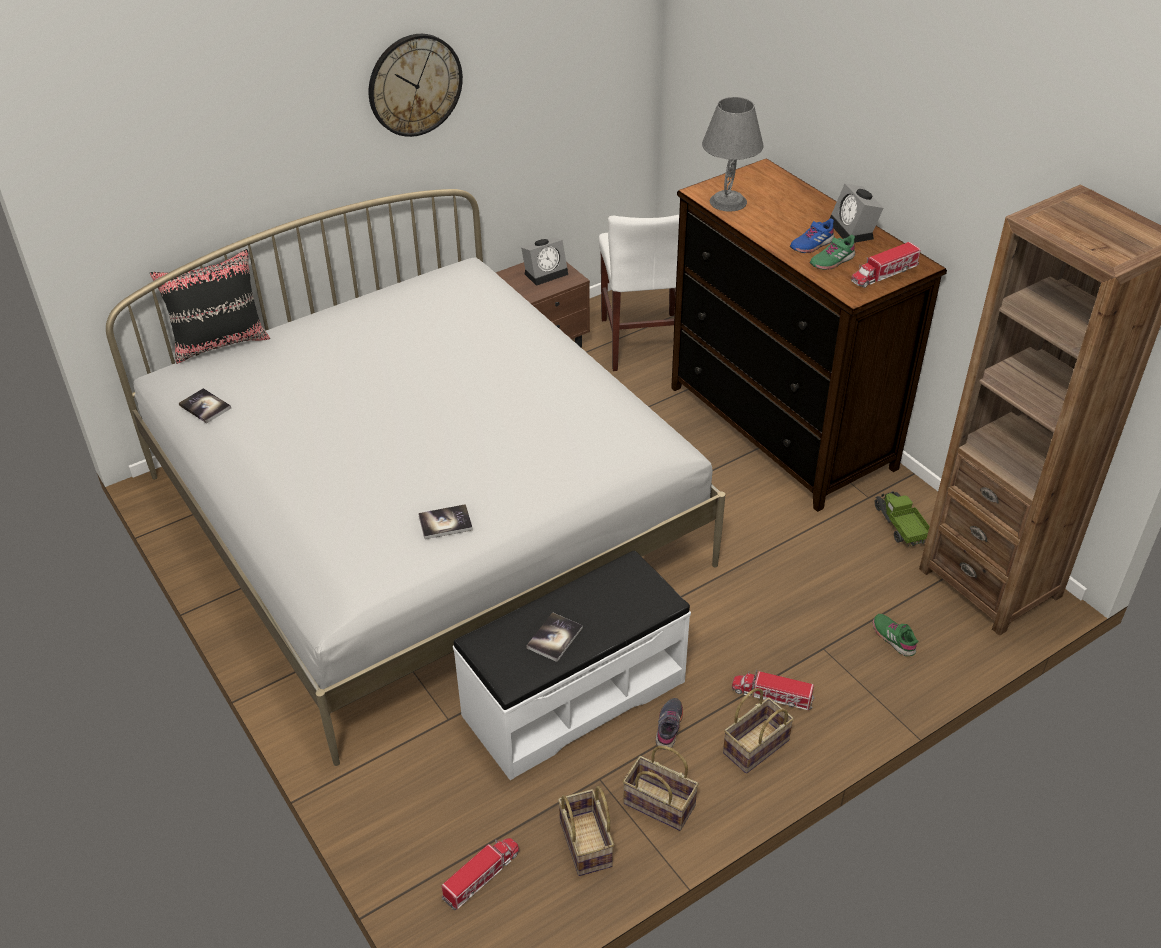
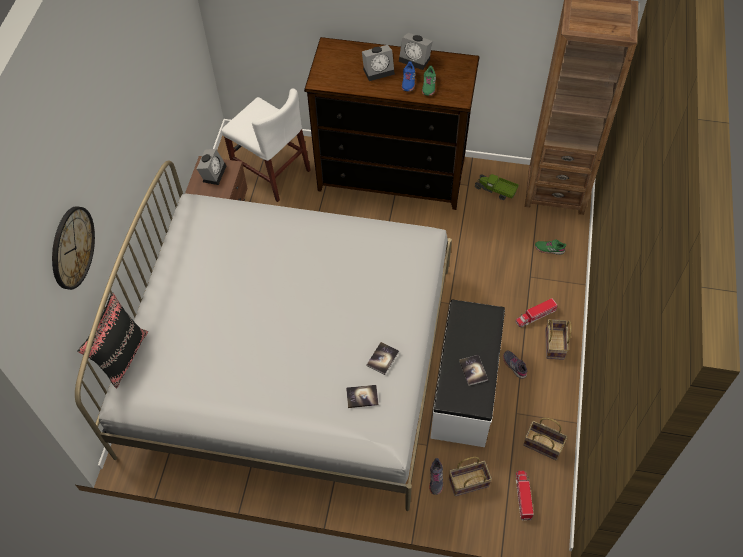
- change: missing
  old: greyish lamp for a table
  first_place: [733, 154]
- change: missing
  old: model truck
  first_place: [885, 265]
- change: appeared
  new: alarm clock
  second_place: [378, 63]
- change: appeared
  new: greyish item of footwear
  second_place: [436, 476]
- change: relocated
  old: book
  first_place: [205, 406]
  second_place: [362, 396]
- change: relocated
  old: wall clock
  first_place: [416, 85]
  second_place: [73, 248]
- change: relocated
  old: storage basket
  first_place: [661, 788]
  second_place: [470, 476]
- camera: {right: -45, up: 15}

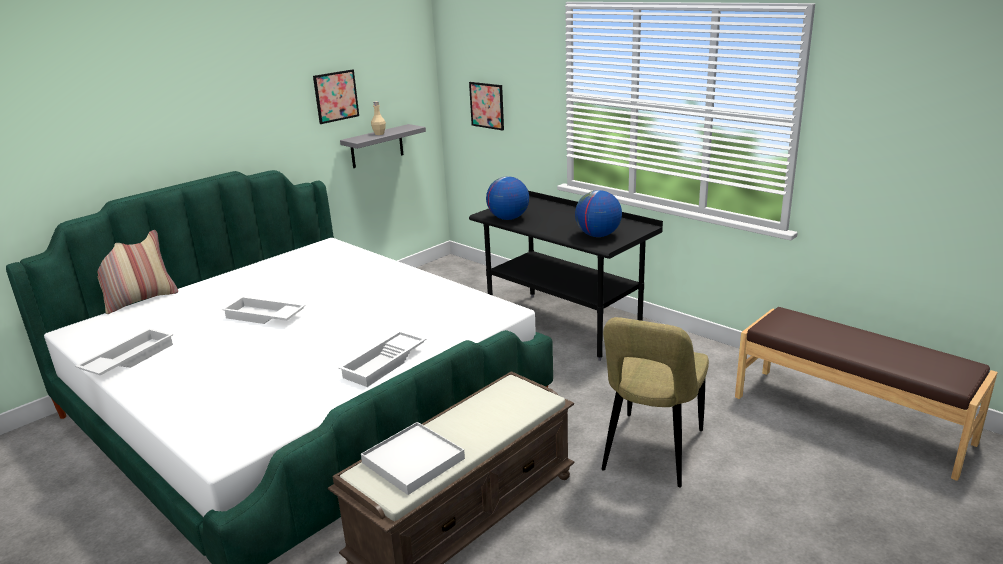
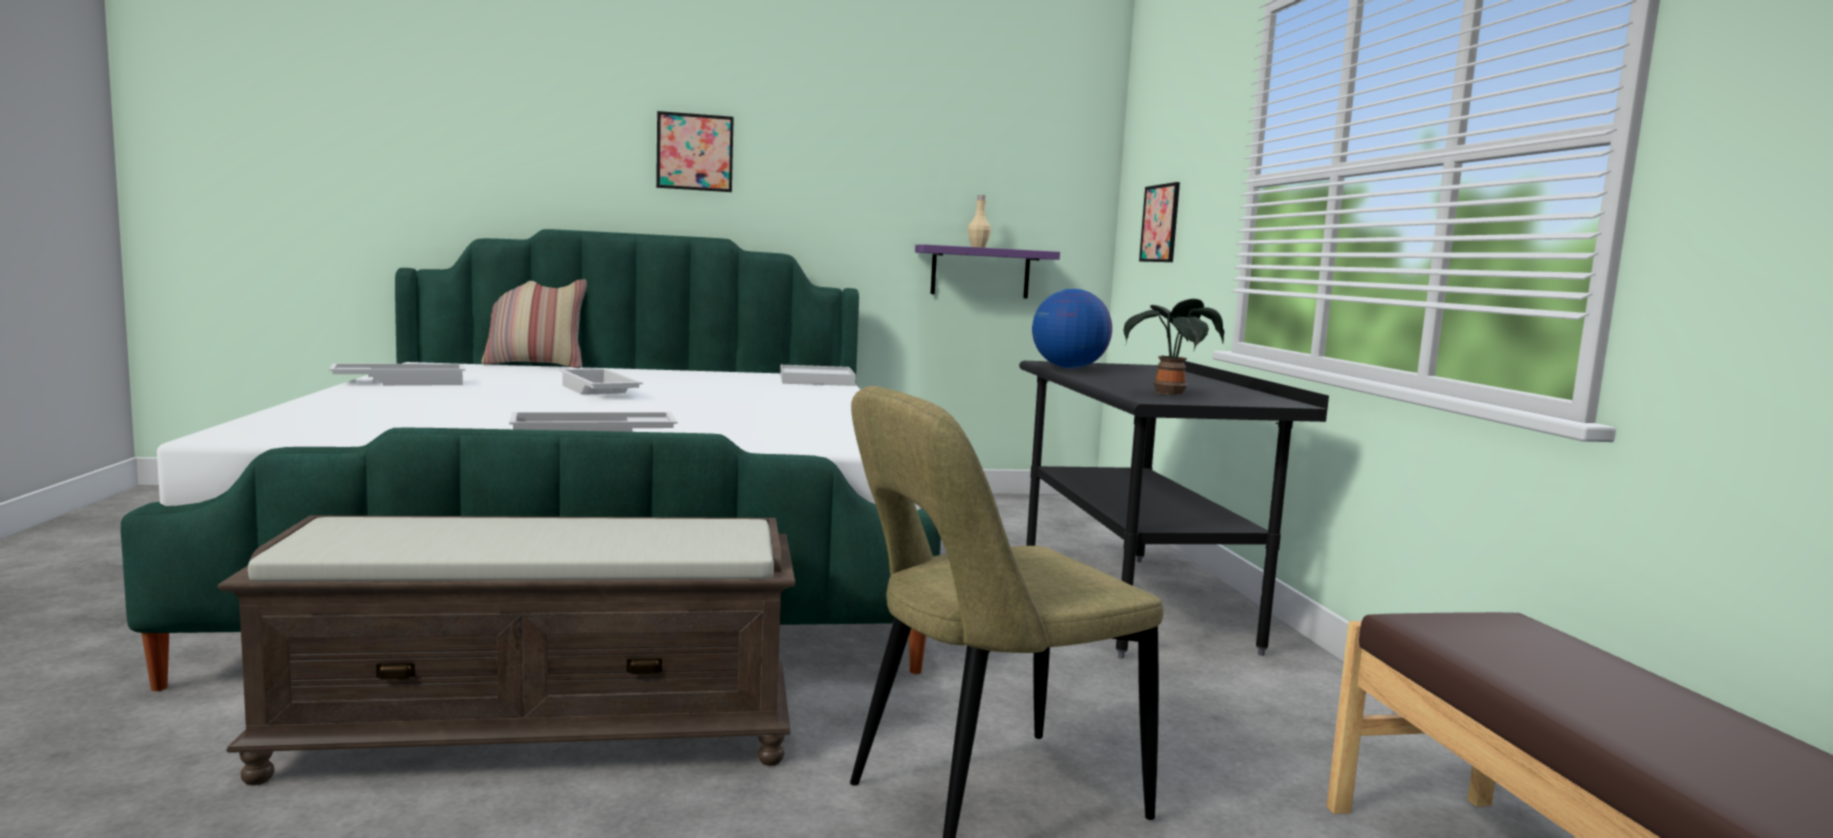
- change: relocated
  old: wall art
  first_place: [336, 96]
  second_place: [695, 151]
- change: relocated
  old: white serving tray
  first_place: [413, 458]
  second_place: [818, 375]
- change: exchanged
  old: world globe
  new: houseplant
  first_place: [598, 213]
  second_place: [1174, 347]
- change: colour
  old: greyish wall shelf
  new: purple wall shelf
  first_place: [383, 146]
  second_place: [987, 271]
- camera: {right: 35, up: -15}

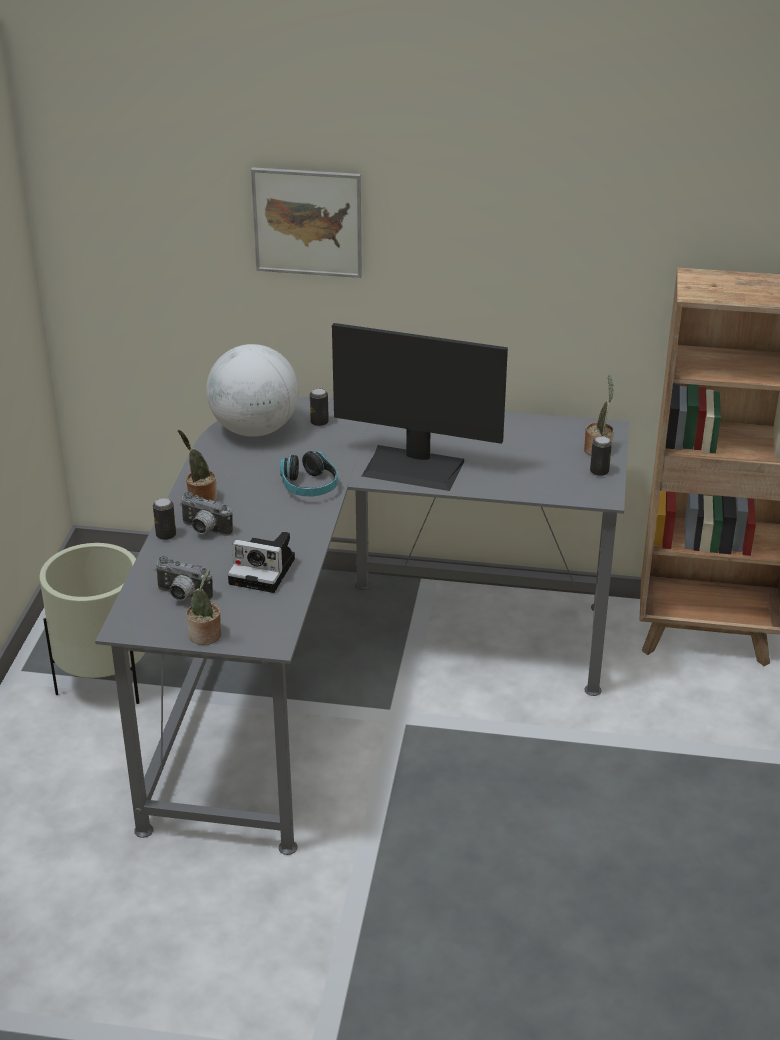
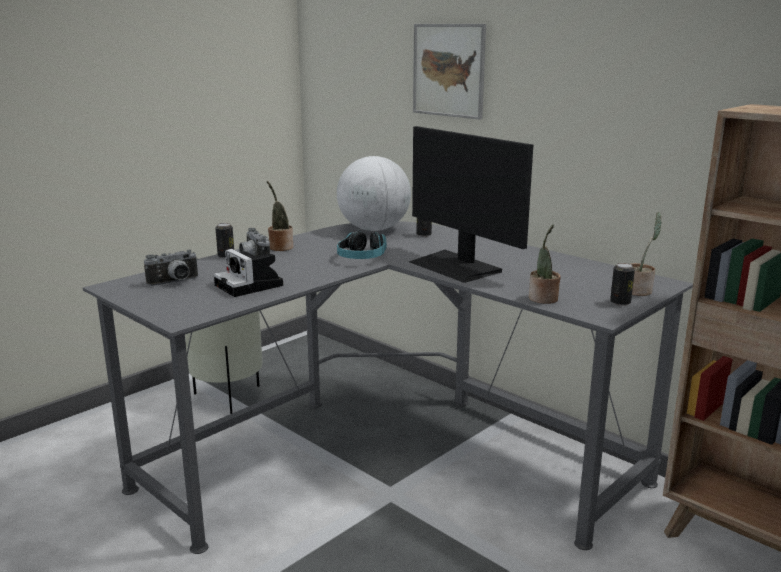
- change: relocated
  old: houseplant
  first_place: [203, 607]
  second_place: [545, 264]
- change: spun
  old: photo camera
  first_place: [184, 578]
  second_place: [171, 267]
  degrees: -90
- camera: {right: 35, up: -15}

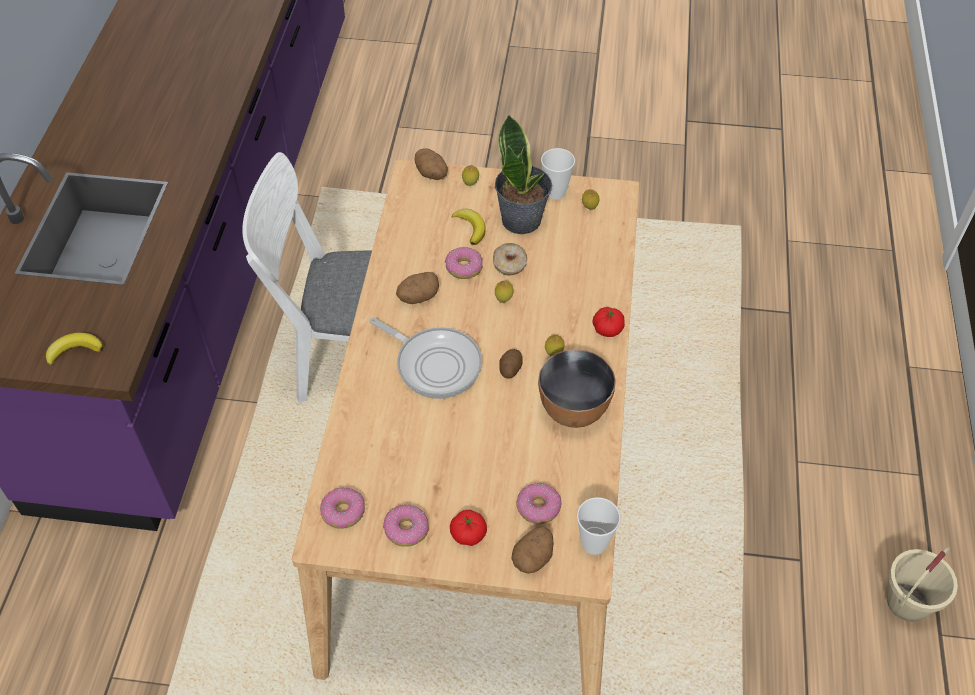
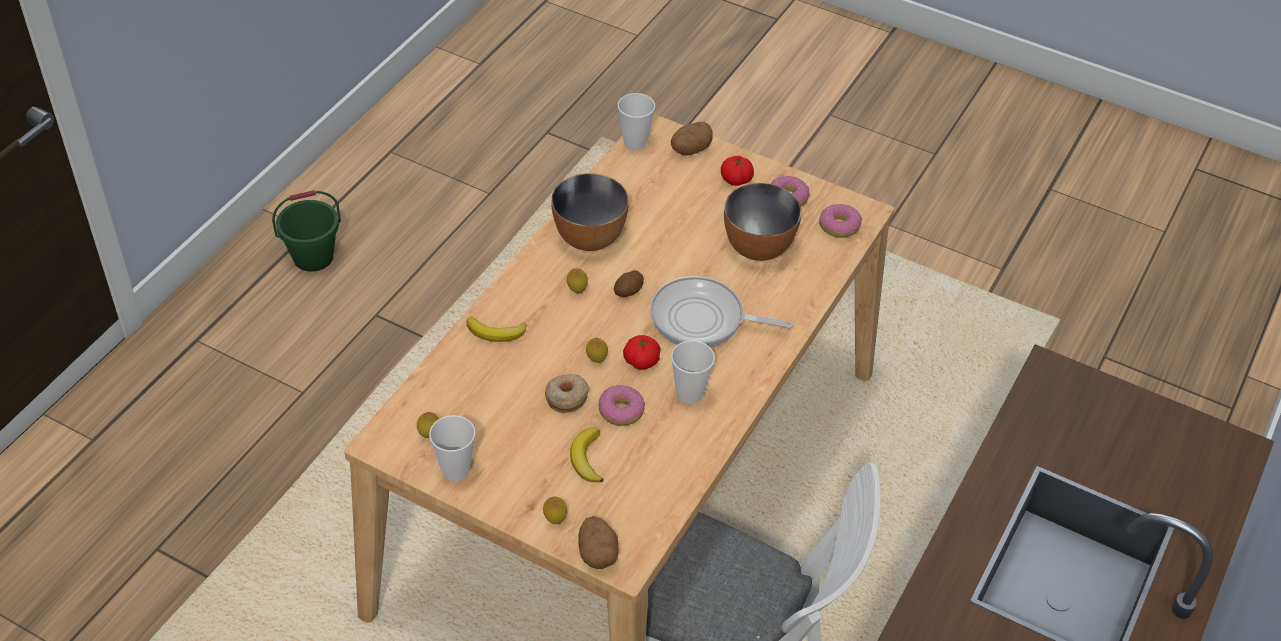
- change: missing
  old: houseplant
  first_place: [523, 174]
- change: missing
  old: ring doughnut
  first_place: [538, 503]
- change: appeared
  new: serving bowl
  second_place: [763, 222]
- change: relocated
  old: whole banana
  first_place: [75, 350]
  second_place: [497, 329]
- change: relocated
  old: tomato
  first_place: [608, 322]
  second_place: [642, 352]
- change: exchanged
  old: potato
  new: cup
  first_place: [417, 288]
  second_place: [693, 372]
- change: colour
  old: sand-coloured bucket
  new: green bucket
  first_place: [922, 584]
  second_place: [306, 231]
- change: spun
  old: skillet
  first_place: [425, 358]
  second_place: [721, 312]
  degrees: -45
- camera: {right: -160, up: -5}

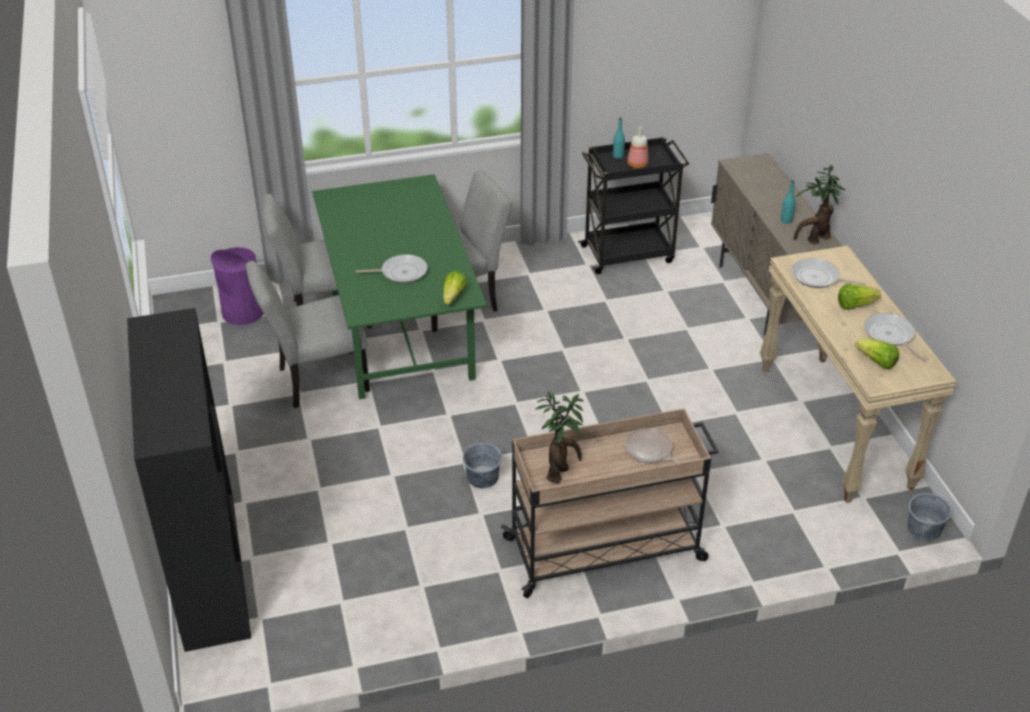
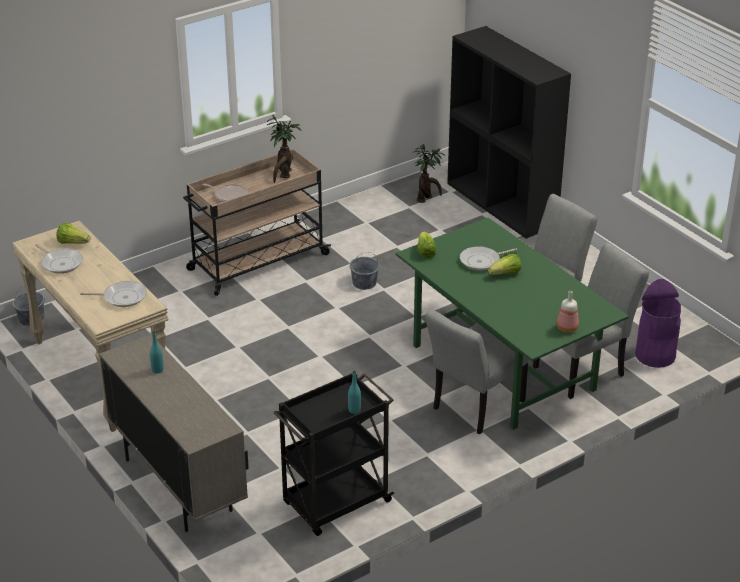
- change: relocated
  old: beverage bottle
  first_place: [637, 147]
  second_place: [568, 312]
- change: relocated
  old: houseplant
  first_place: [819, 204]
  second_place: [429, 173]
- change: relocated
  old: lettuce
  first_place: [859, 297]
  second_place: [505, 264]
- camera: {right: 160, up: -5}

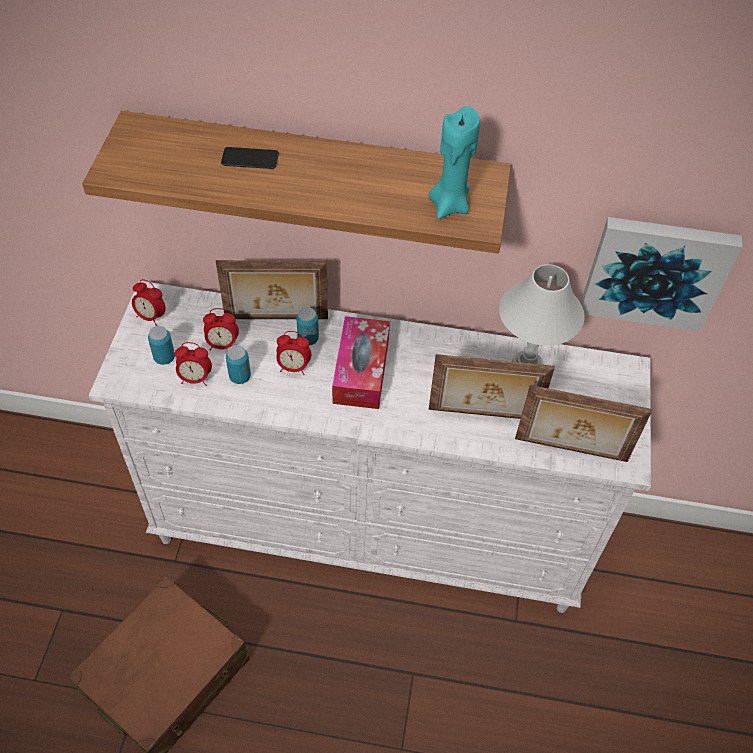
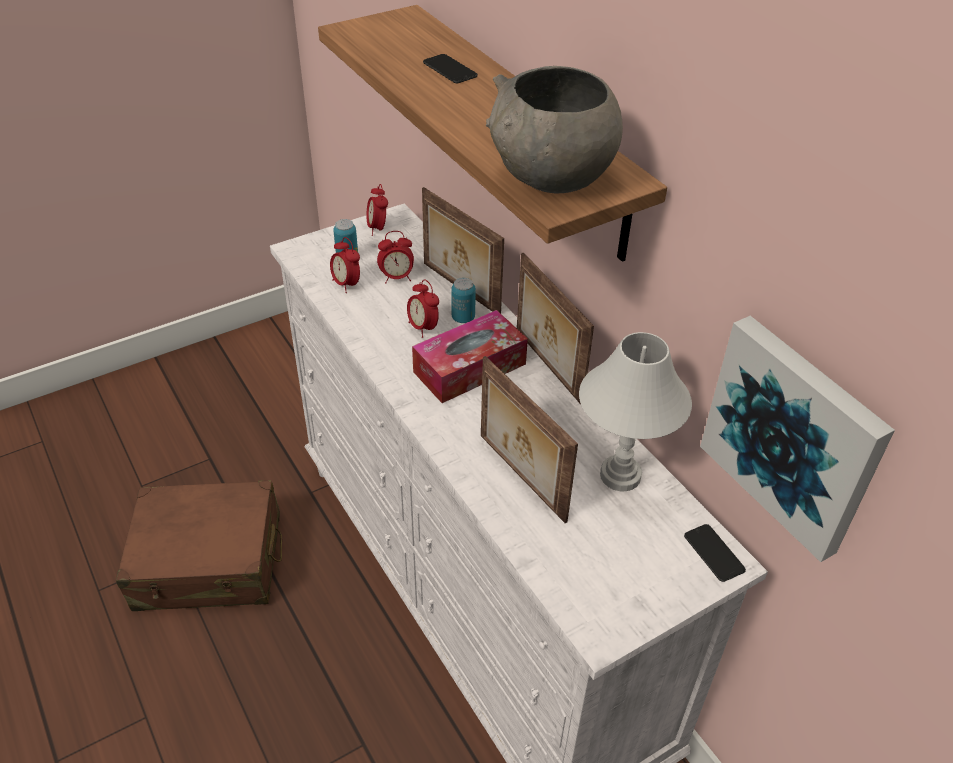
- change: missing
  old: sealed can
  first_place: [238, 364]
- change: appeared
  new: handset
  second_place: [715, 553]
- change: relocated
  old: standing frame
  first_place: [583, 423]
  second_place: [555, 328]
- change: exchanged
  old: blue-green wax candle
  new: greyish serving bowl
  first_place: [454, 162]
  second_place: [554, 130]
- change: spun
  old: alarm clock
  first_place: [221, 329]
  second_place: [395, 257]
  degrees: -60
- camera: {right: 50, up: -10}

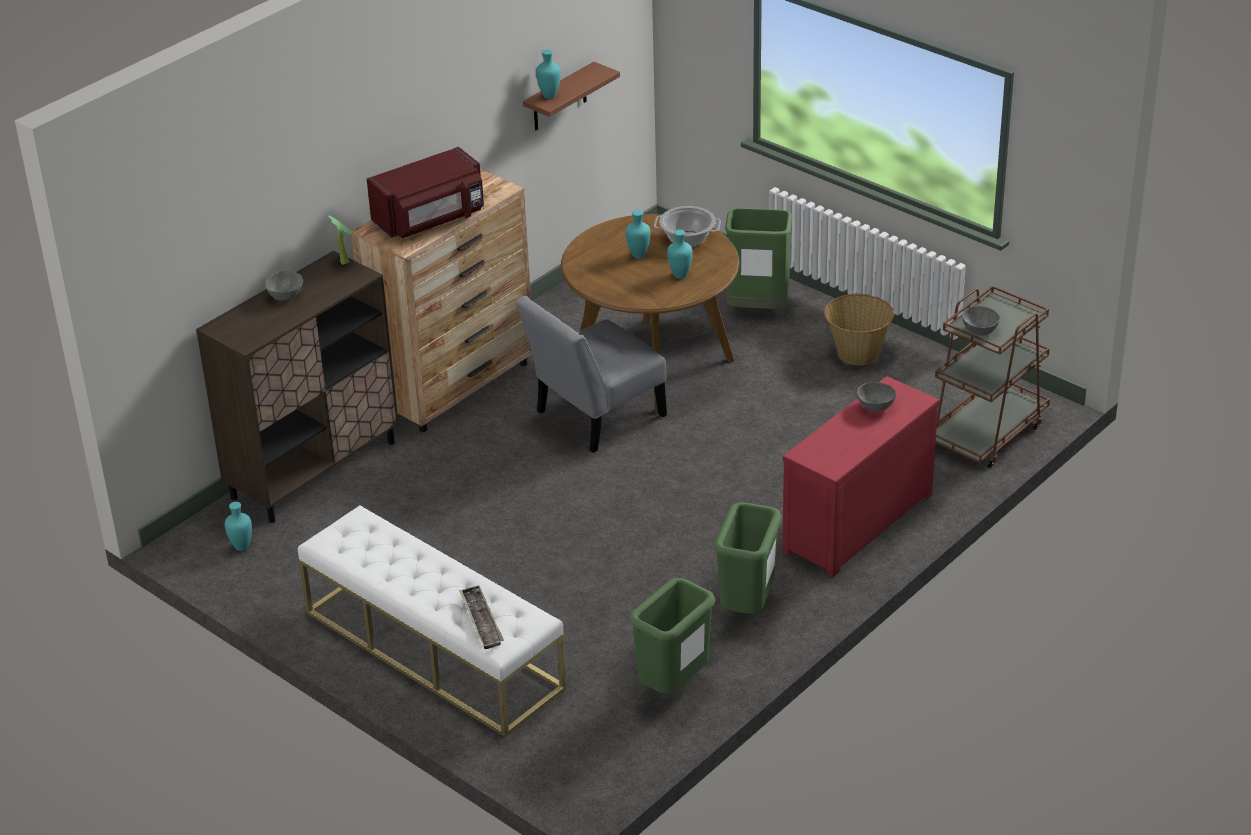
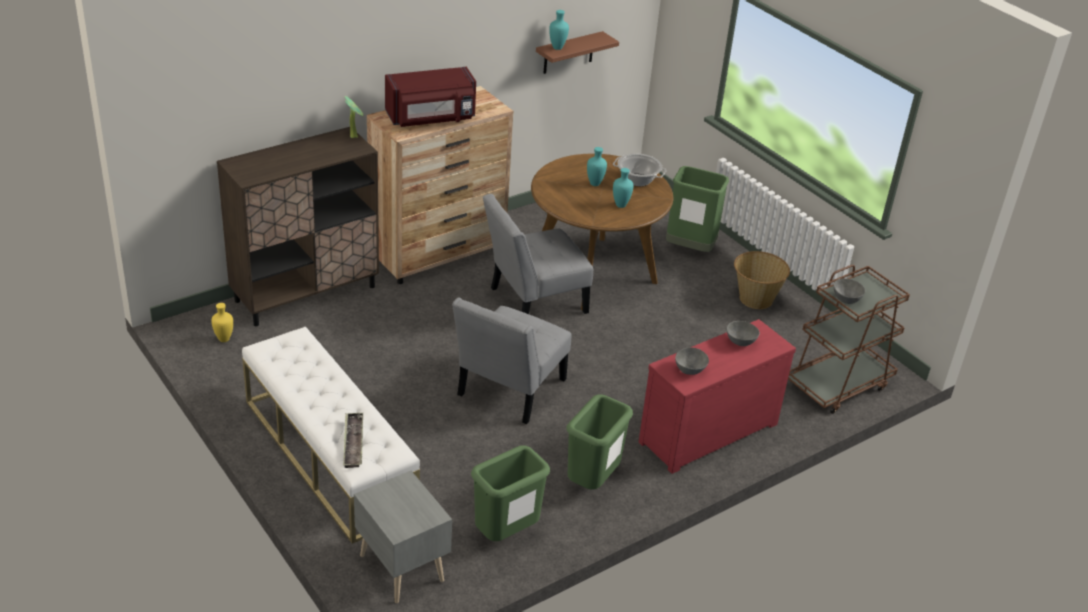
- change: appeared
  new: greyish night table
  second_place: [403, 537]
- change: appeared
  new: greyish plain chair
  second_place: [511, 361]
- change: relocated
  old: greyish serving bowl
  first_place: [284, 285]
  second_place: [692, 361]
- change: colour
  old: blue-green decorative vase
  new: yellowish decorative vase
  first_place: [238, 526]
  second_place: [222, 322]
- camera: {right: 10, up: 0}

